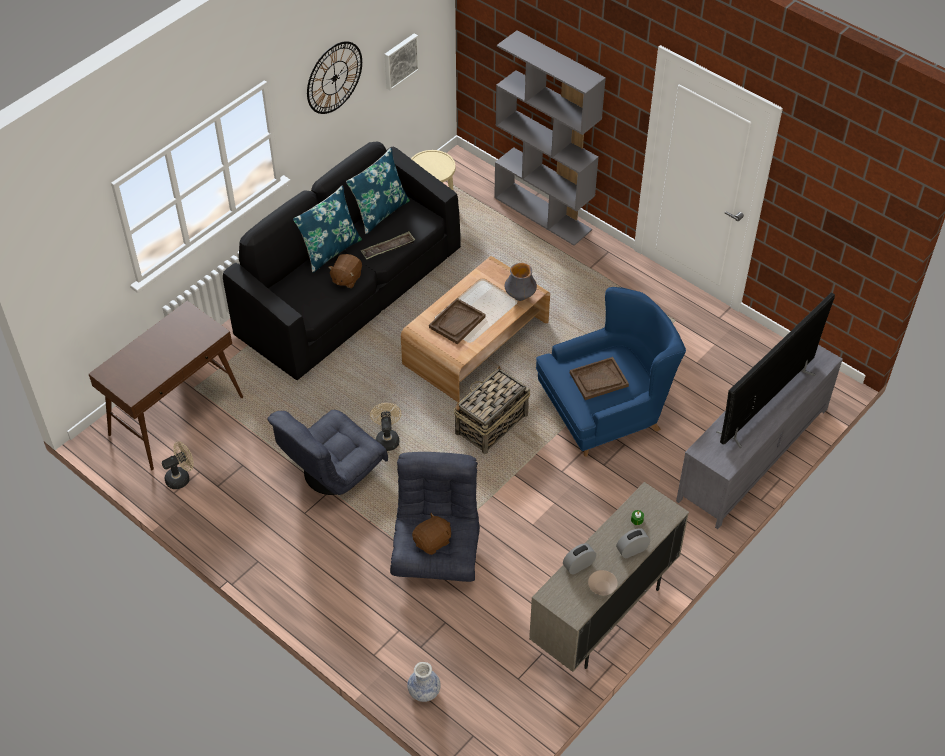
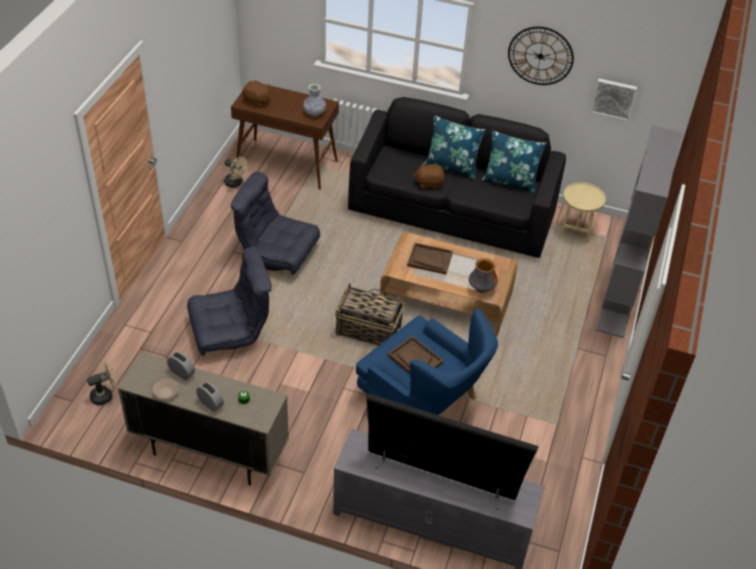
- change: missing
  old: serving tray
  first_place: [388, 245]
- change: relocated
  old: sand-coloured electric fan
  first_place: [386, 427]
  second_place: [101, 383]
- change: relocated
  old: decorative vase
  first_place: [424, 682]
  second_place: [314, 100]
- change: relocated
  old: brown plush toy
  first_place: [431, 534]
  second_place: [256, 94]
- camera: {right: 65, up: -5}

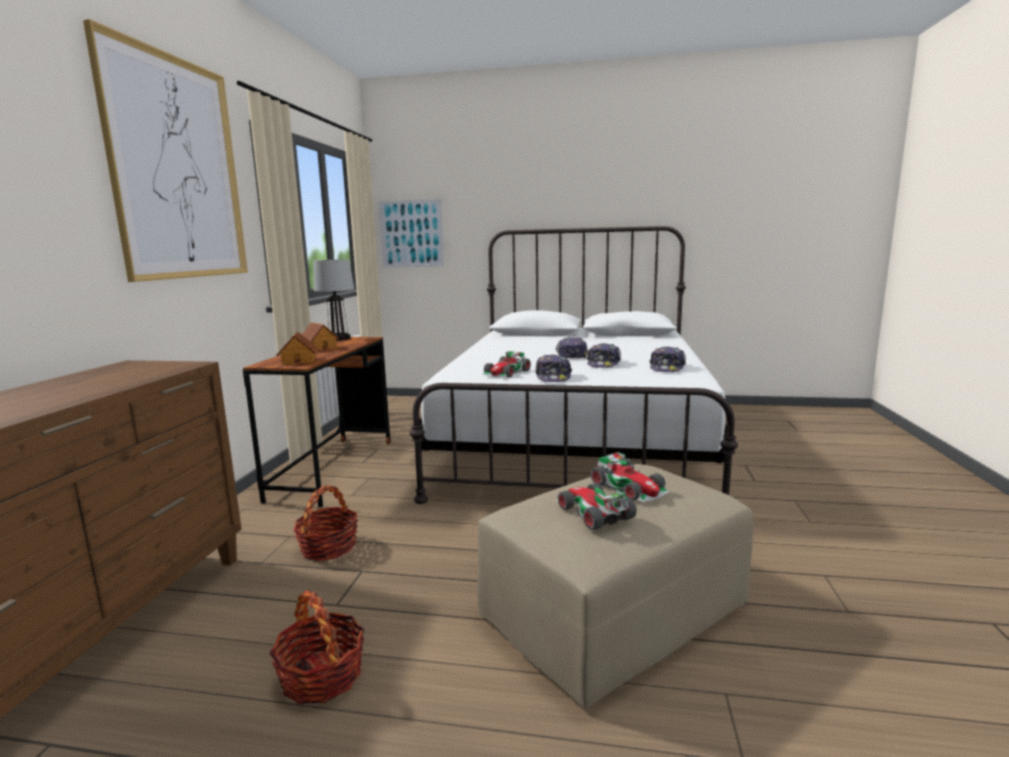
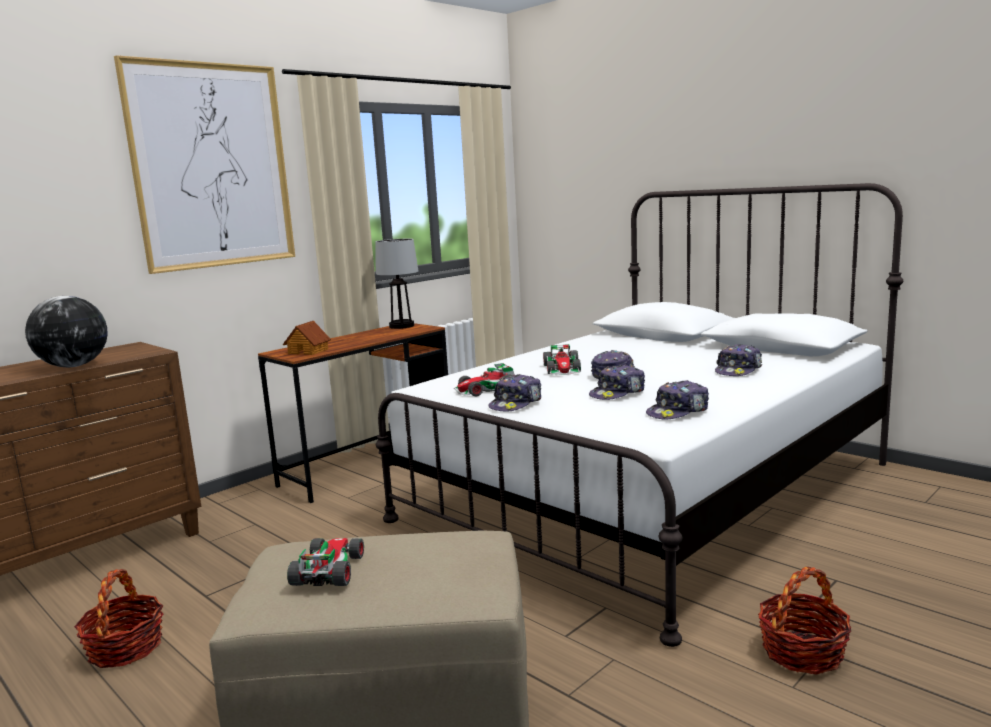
- change: missing
  old: toy house
  first_place: [321, 336]
- change: missing
  old: wall art
  first_place: [411, 233]
- change: appeared
  new: world globe
  second_place: [66, 331]
- change: appeared
  new: cap
  second_place: [738, 360]
- change: relocated
  old: storage basket
  first_place: [325, 523]
  second_place: [805, 621]
- change: relocated
  old: toy car
  first_place: [630, 477]
  second_place: [562, 359]
- camera: {right: 35, up: 0}

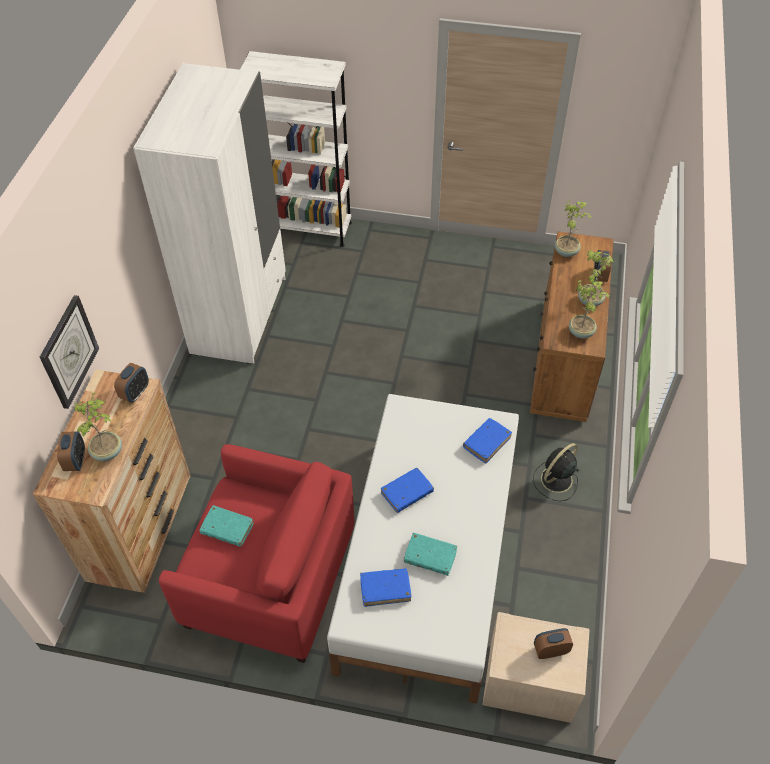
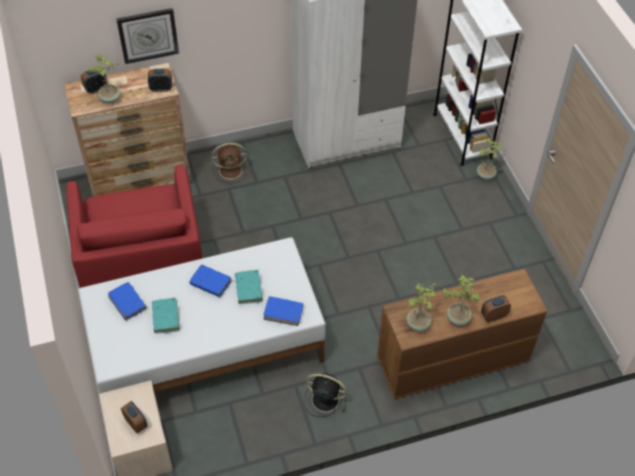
- change: appeared
  new: brown electric fan
  second_place: [230, 163]
- change: relocated
  old: blue-green book
  first_place: [226, 526]
  second_place: [249, 287]
- change: relocated
  old: houseplant
  first_place: [573, 228]
  second_place: [490, 159]
- camera: {right: 60, up: 0}

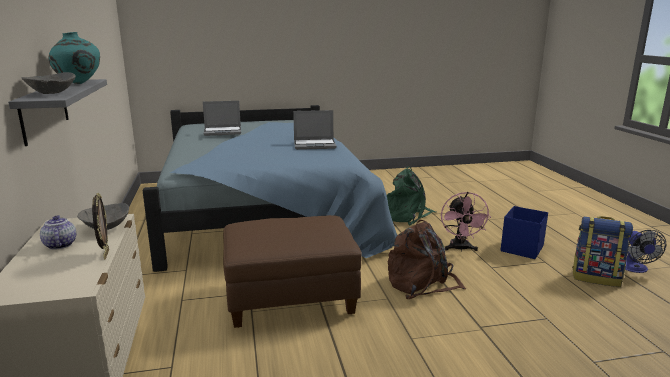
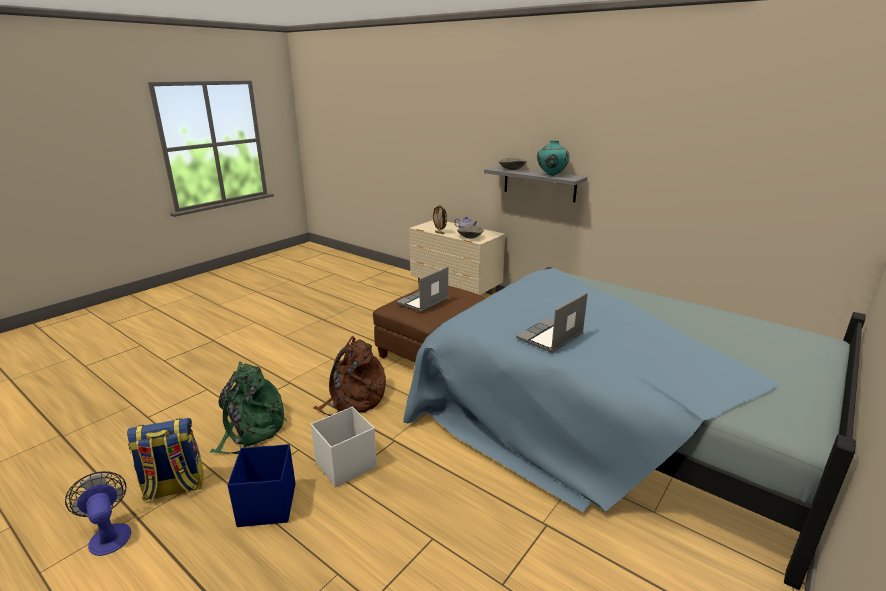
- change: relocated
  old: notebook computer
  first_place: [222, 118]
  second_place: [422, 289]
- change: relocated
  old: green knapsack
  first_place: [411, 195]
  second_place: [248, 407]
- change: exchanged
  old: pink-coloured electric fan
  new: white storage box
  first_place: [466, 221]
  second_place: [344, 447]
- camera: {right: 140, up: 5}

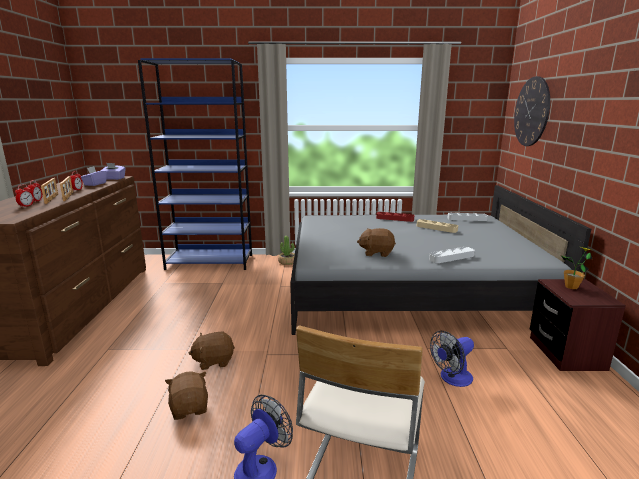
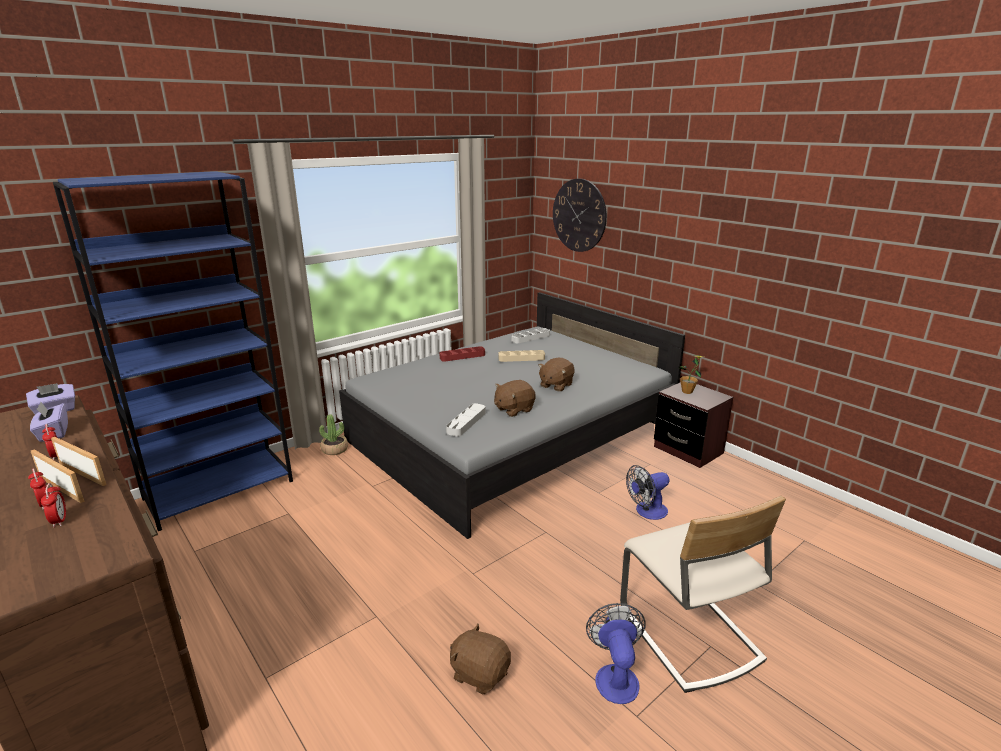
- change: relocated
  old: brown plush toy
  first_place: [211, 351]
  second_place: [556, 375]
- change: relocated
  old: greyish serving tray
  first_place: [452, 255]
  second_place: [466, 420]
- change: spun
  old: electric fan
  first_place: [452, 359]
  second_place: [647, 492]
  degrees: 45
- camera: {right: -40, up: 5}

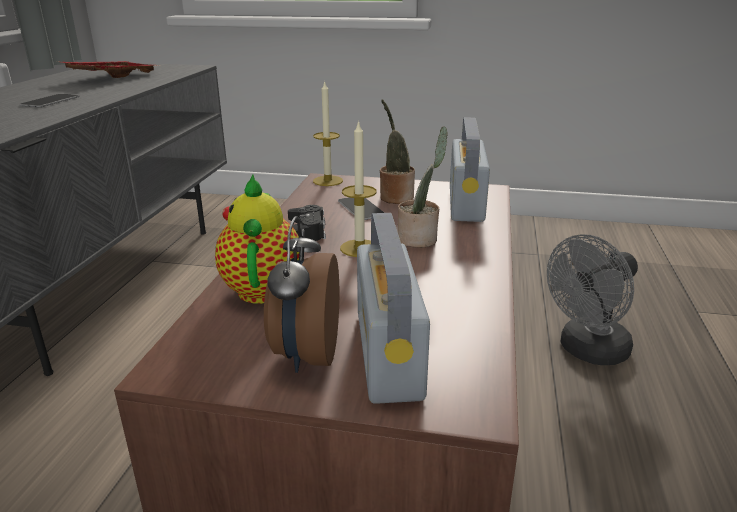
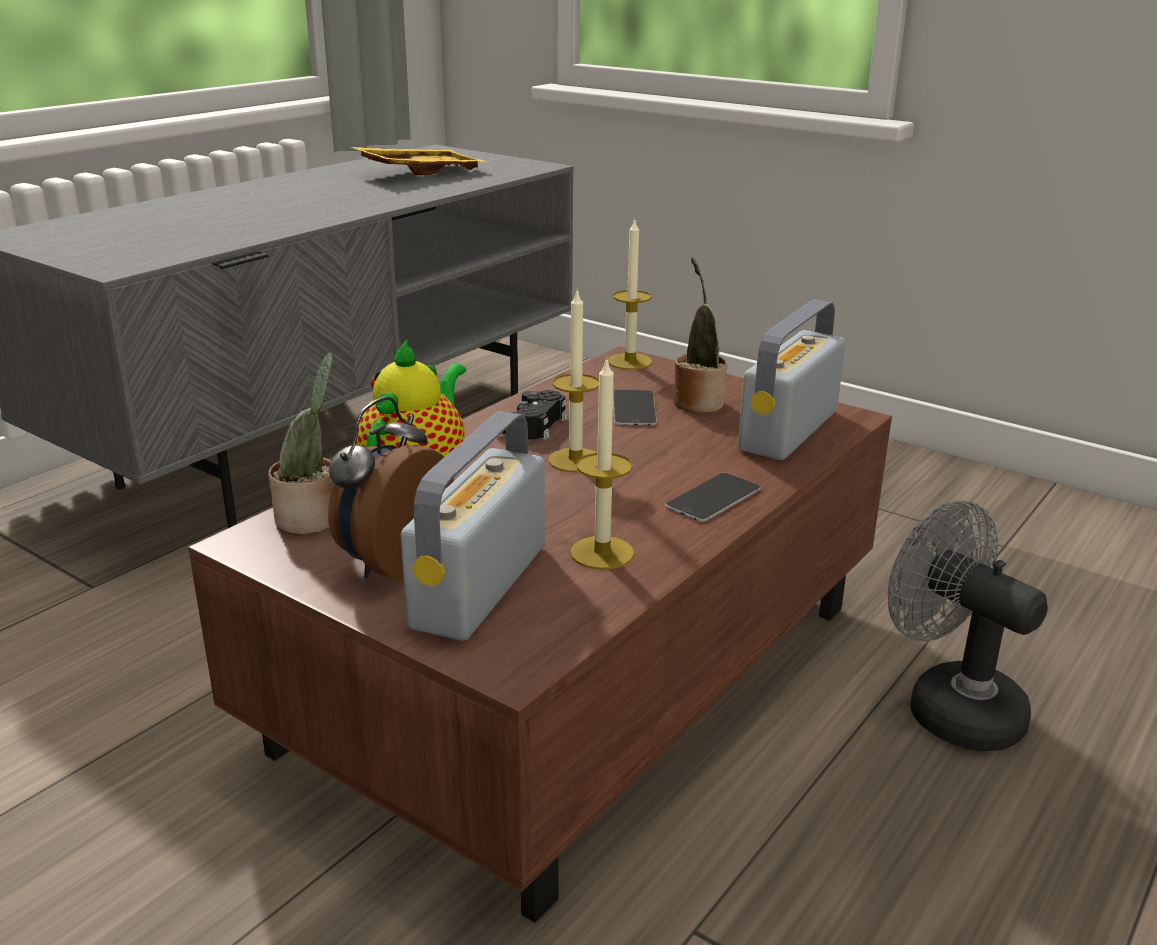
- change: appeared
  new: wax candle
  second_place: [602, 463]
- change: relocated
  old: handset
  first_place: [49, 100]
  second_place: [713, 497]
- change: relocated
  old: houseplant
  first_place: [423, 187]
  second_place: [301, 443]
- change: colour
  old: reddish serving tray
  new: yellowish serving tray
  first_place: [108, 69]
  second_place: [419, 161]
- change: spun
  old: greyish electric fan
  first_place: [592, 299]
  second_place: [968, 625]
  degrees: 60
- camera: {right: 25, up: 0}

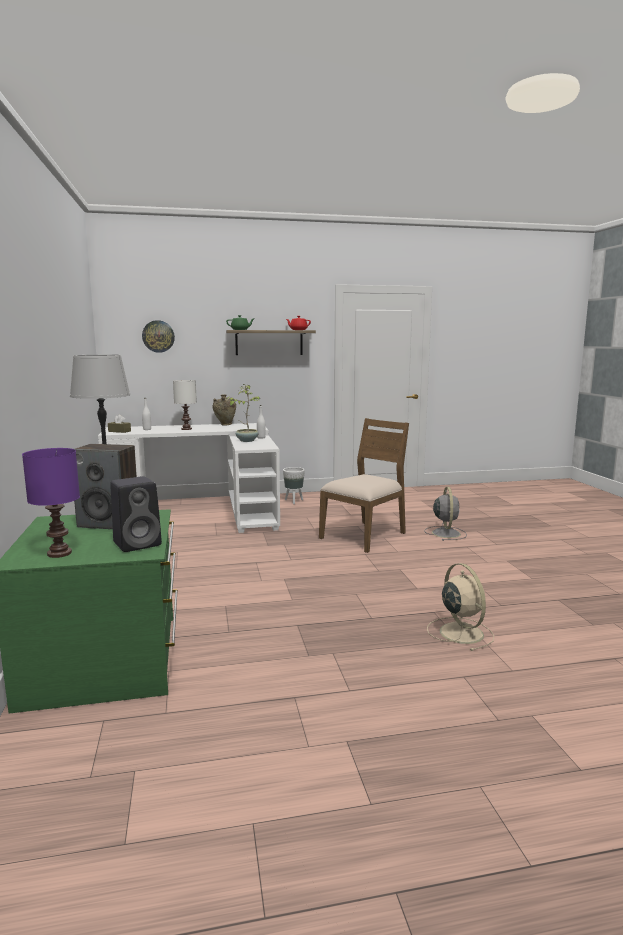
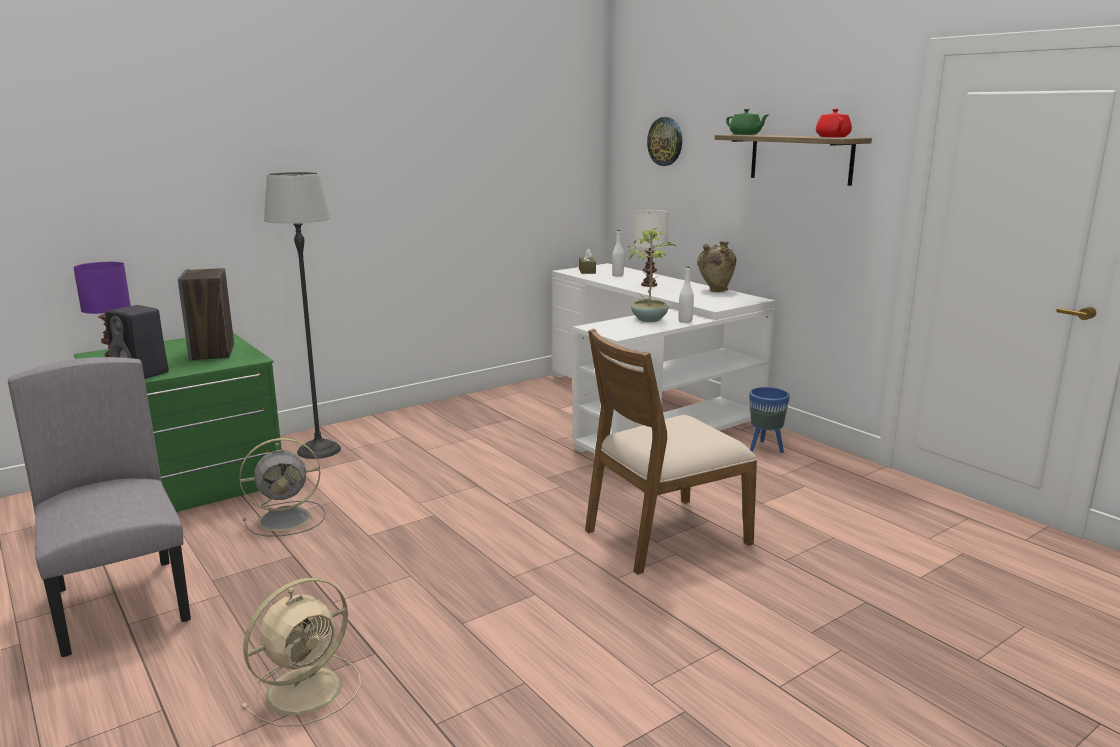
- change: appeared
  new: greyish plain chair
  second_place: [99, 507]
- change: relocated
  old: greyish electric fan
  first_place: [445, 514]
  second_place: [282, 487]
- change: colour
  old: white planter
  new: bluish planter
  first_place: [294, 485]
  second_place: [769, 420]
- change: spun
  old: brown plain chair
  first_place: [364, 485]
  second_place: [671, 452]
  degrees: 135
- camera: {right: 65, up: 5}

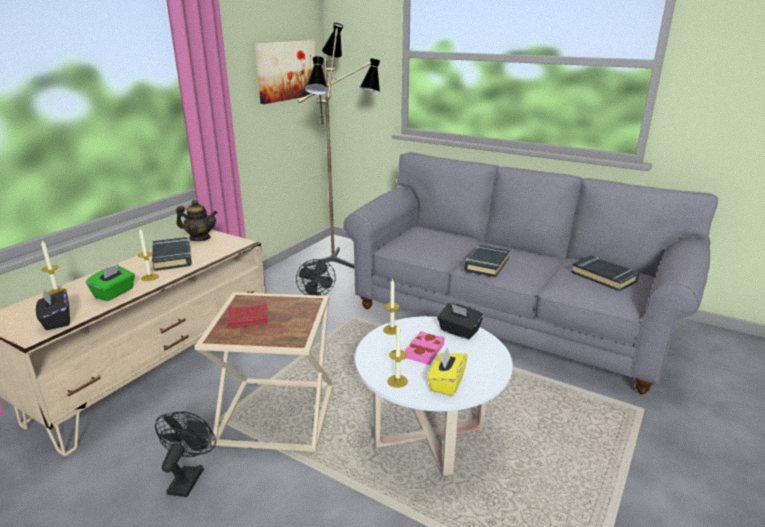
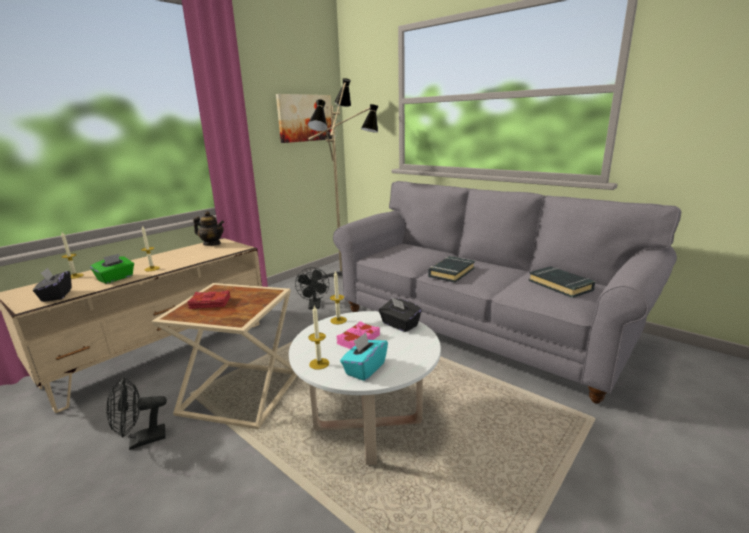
- change: missing
  old: black-coloured book
  first_place: [172, 254]
- change: colour
  old: yellowish tissue box
  new: blue-green tissue box
  first_place: [447, 371]
  second_place: [364, 356]
- change: spun
  old: black-coloured electric fan
  first_place: [185, 454]
  second_place: [137, 413]
  degrees: -135
- camera: {right: 10, up: -5}

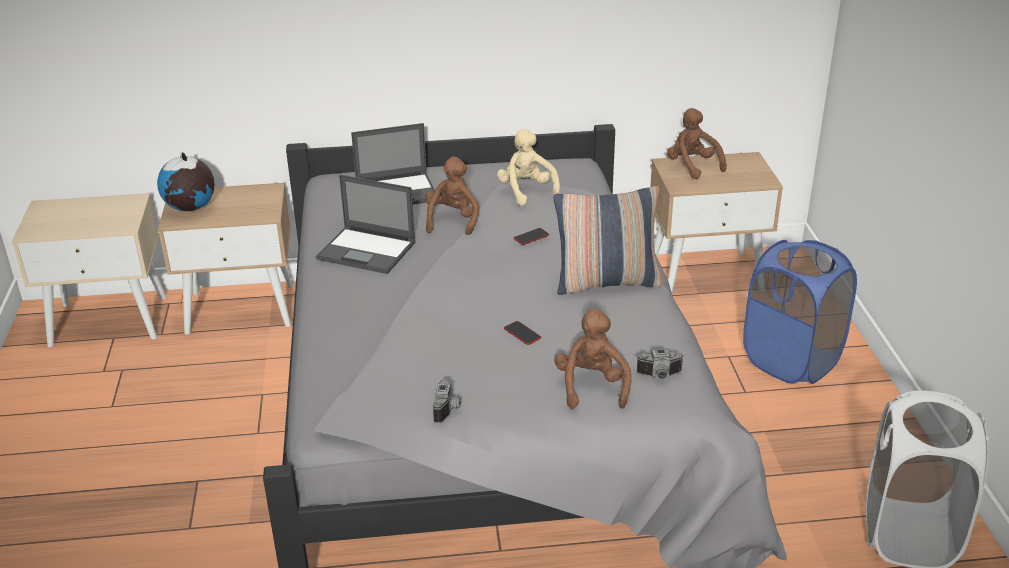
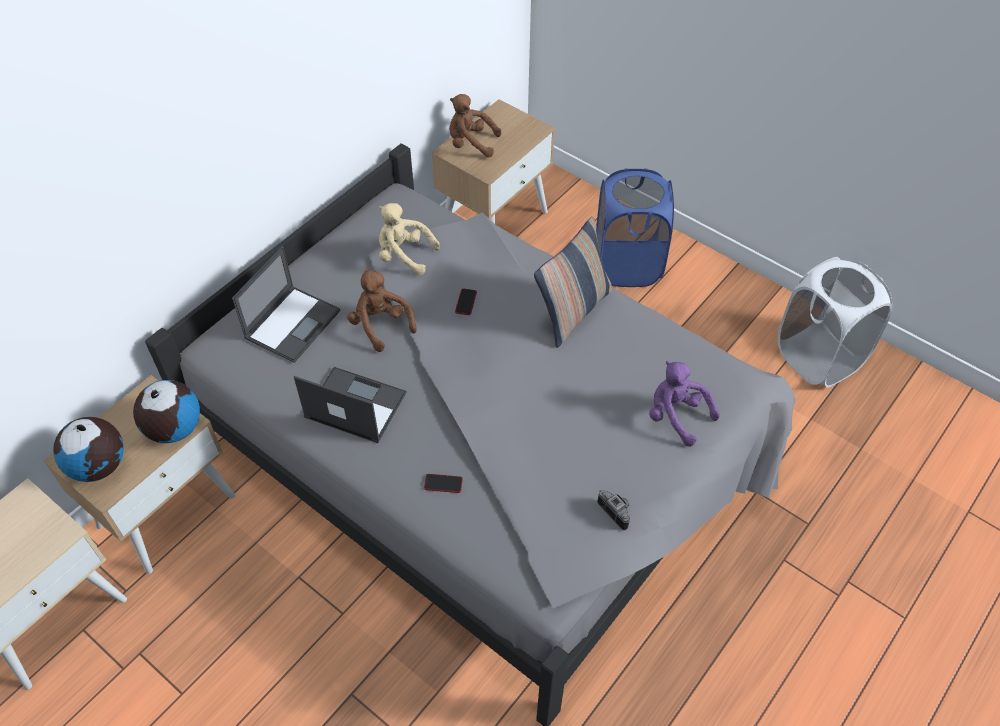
- change: missing
  old: photo camera
  first_place: [660, 364]
- change: appeared
  new: world globe
  second_place: [166, 411]
- change: relocated
  old: handset
  first_place: [522, 333]
  second_place: [443, 483]
- change: colour
  old: brown plush toy
  new: purple plush toy
  first_place: [592, 359]
  second_place: [684, 404]
- change: spun
  old: notebook computer
  first_place: [366, 224]
  second_place: [350, 405]
  degrees: -135
- camera: {right: -45, up: 20}

